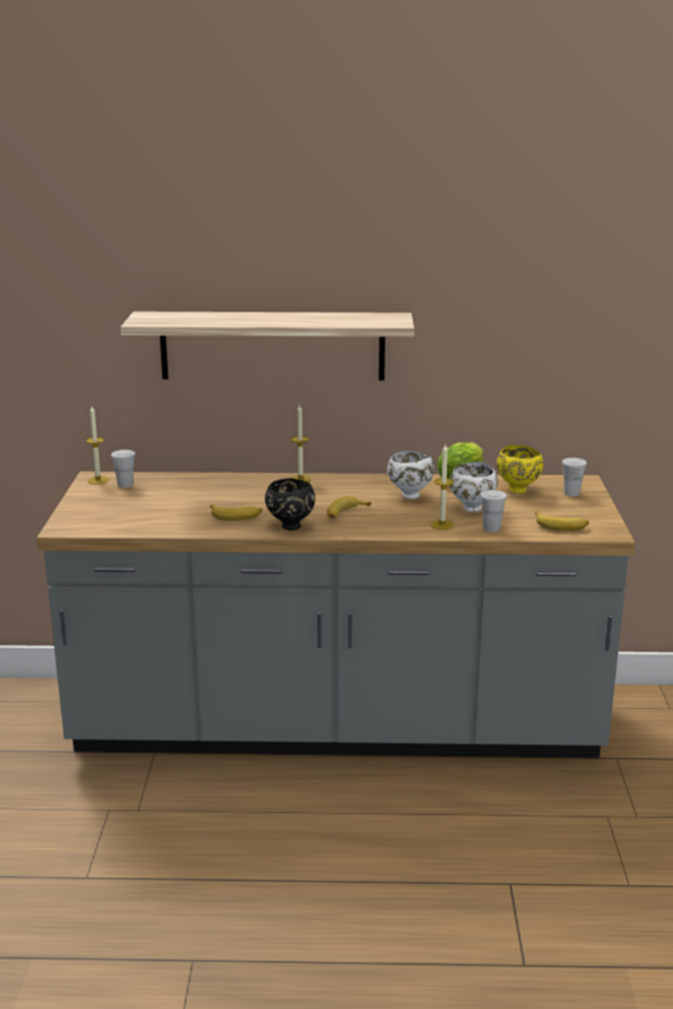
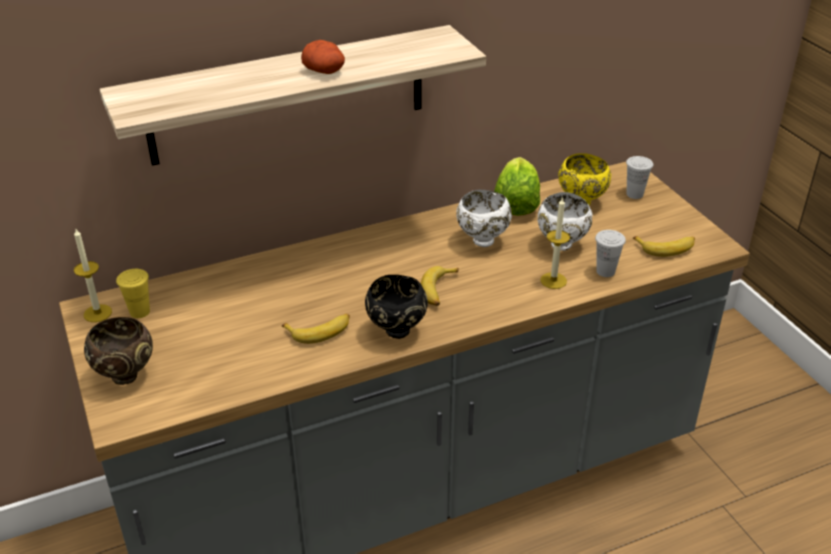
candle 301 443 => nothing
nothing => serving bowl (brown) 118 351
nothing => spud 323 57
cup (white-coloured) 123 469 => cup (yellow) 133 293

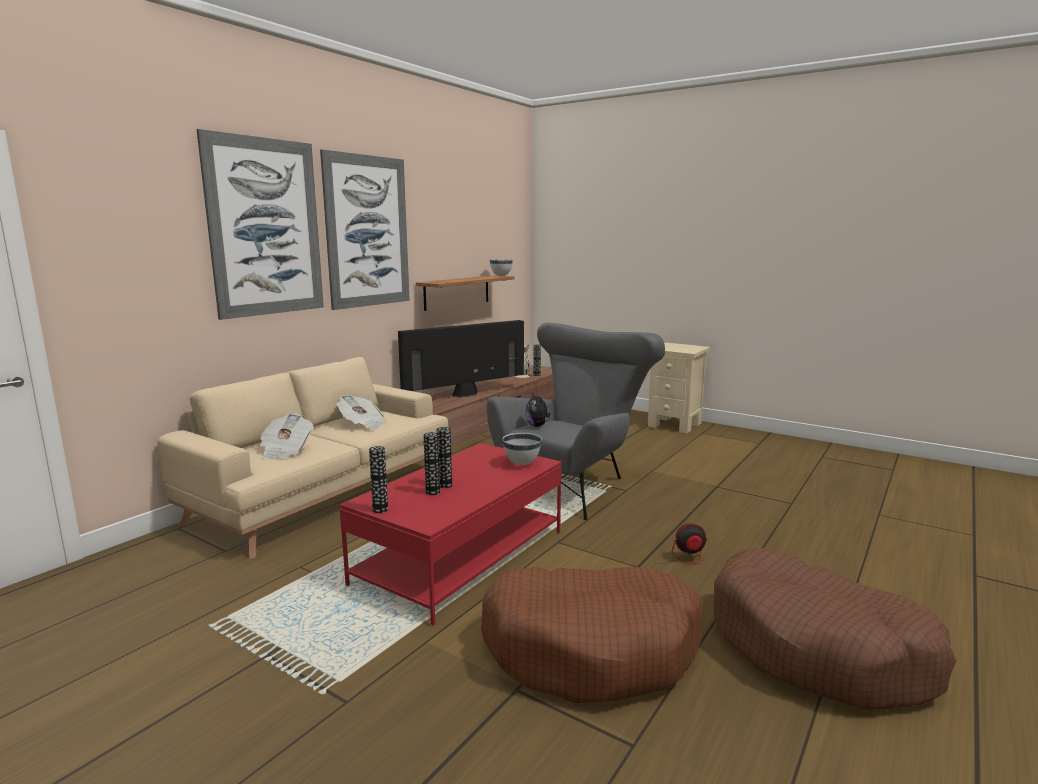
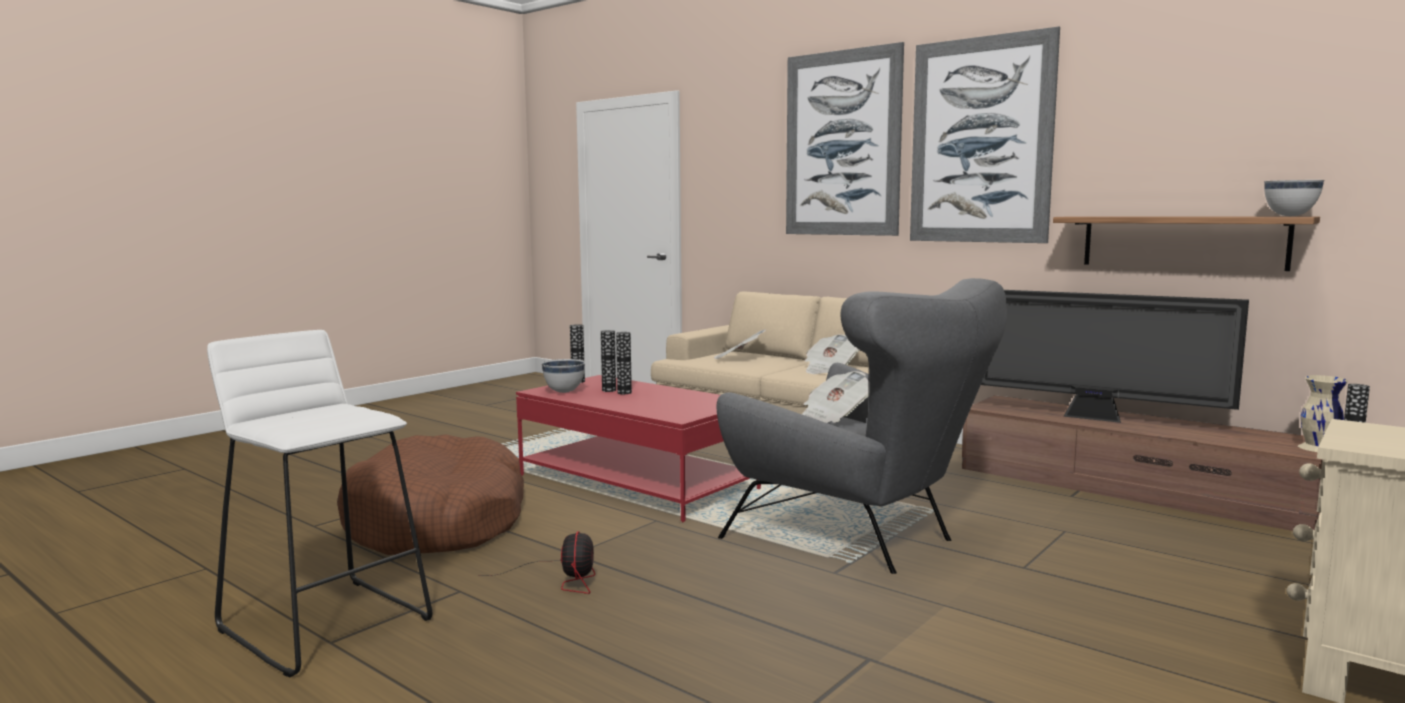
serving bowl (white-coloured) 522 449 => serving bowl (white-coloured) 563 376, relocated
cuddly toy 537 409 => newspaper 836 397
dog cushion (brown) 835 629 => sitting stool (white-coloured) 319 503
TV 461 359 => TV 1115 356, 150 degrees clockwise

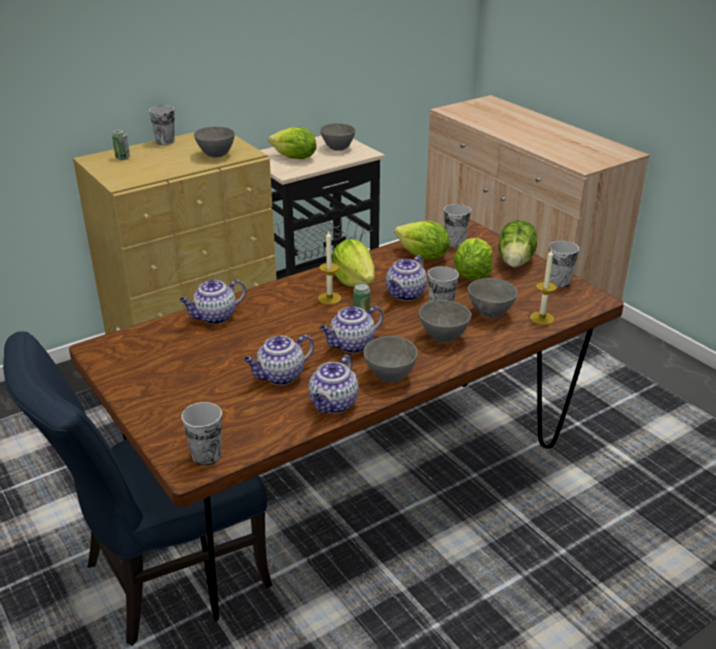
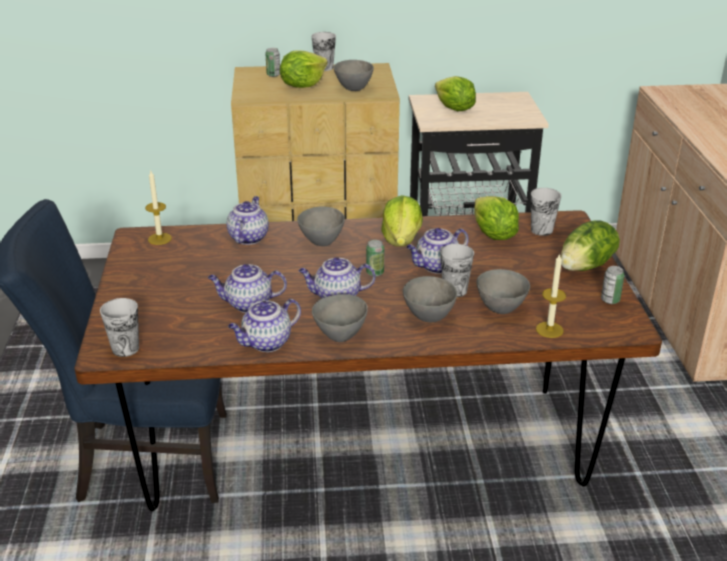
candle 330 267 => candle 158 208, relocated
serving bowl (greyish) 338 137 => serving bowl (greyish) 321 226, relocated
head of lettuce 473 259 => head of lettuce 304 69, relocated
cup 564 264 => sealed can 612 285
tea pot 212 302 => tea pot 247 220, 105 degrees clockwise

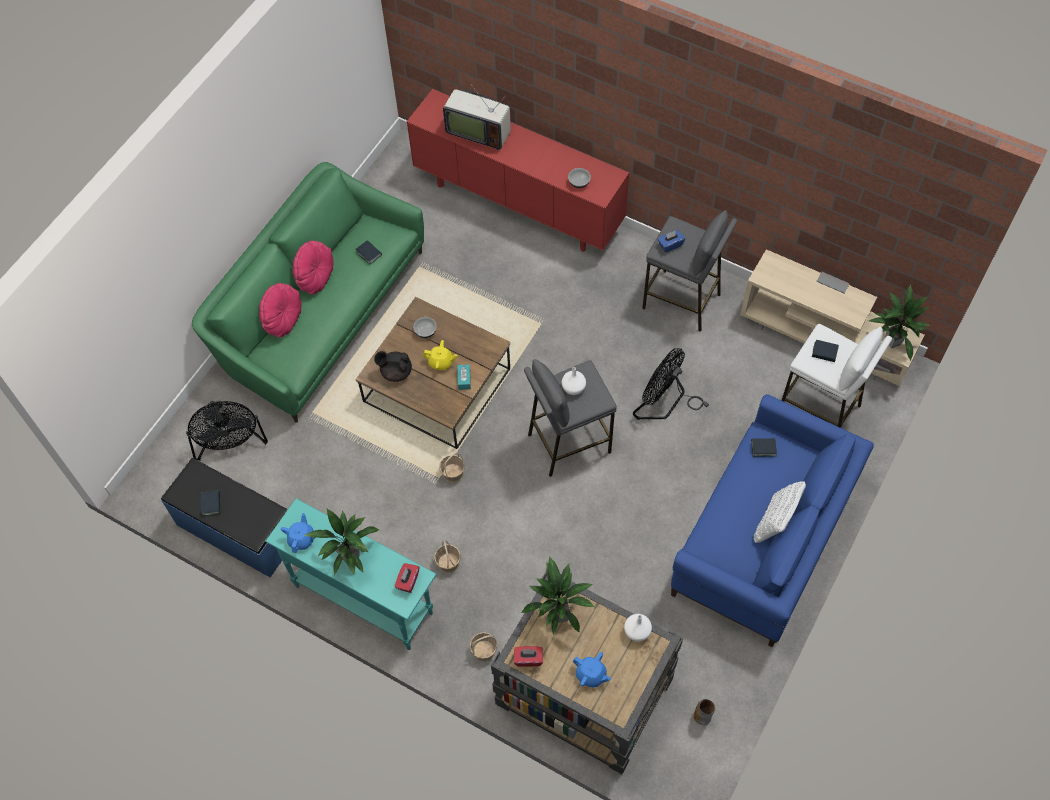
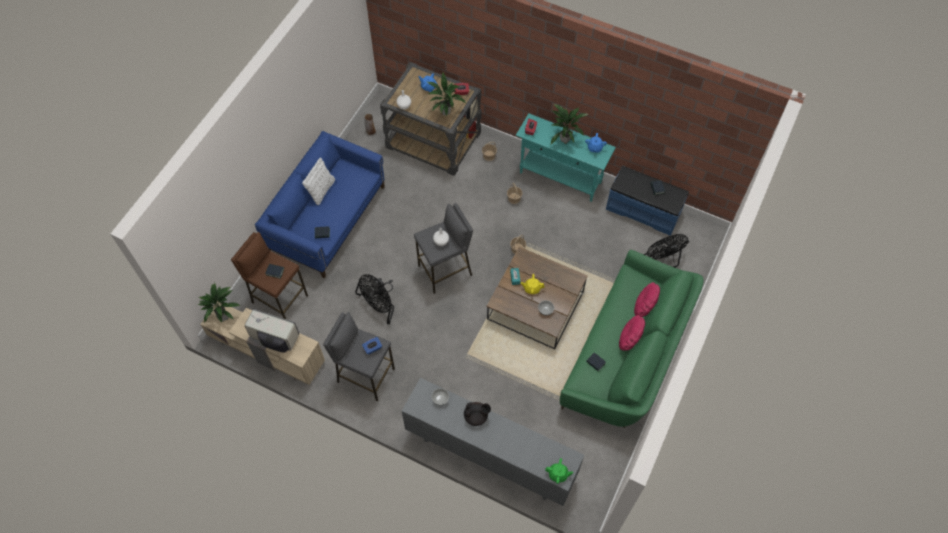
nothing => tea pot (greenish) 559 471
tea pot (black-coloured) 393 366 => tea pot (black-coloured) 477 414, relocated
TV 477 116 => TV 270 329, relocated
storage cabinet (red) 518 170 => storage cabinet (greyish) 493 442
sitting stool (white-coloured) 836 376 => sitting stool (brown) 269 275
cooling fan (black-coloured) 671 384 => cooling fan (black-coloured) 374 299, 105 degrees clockwise

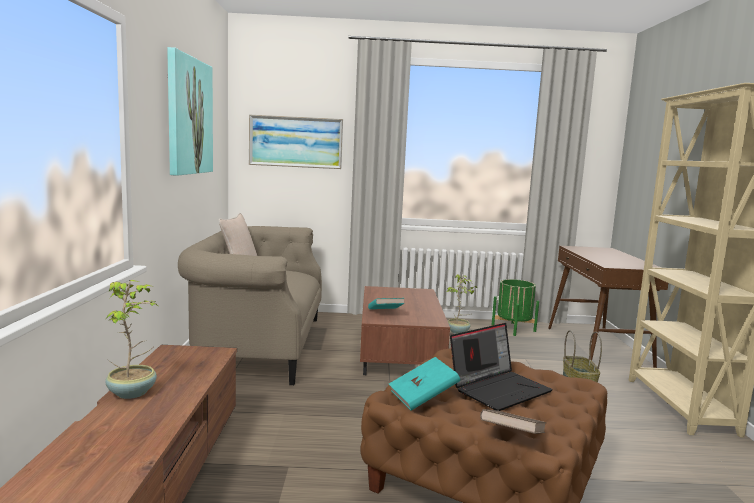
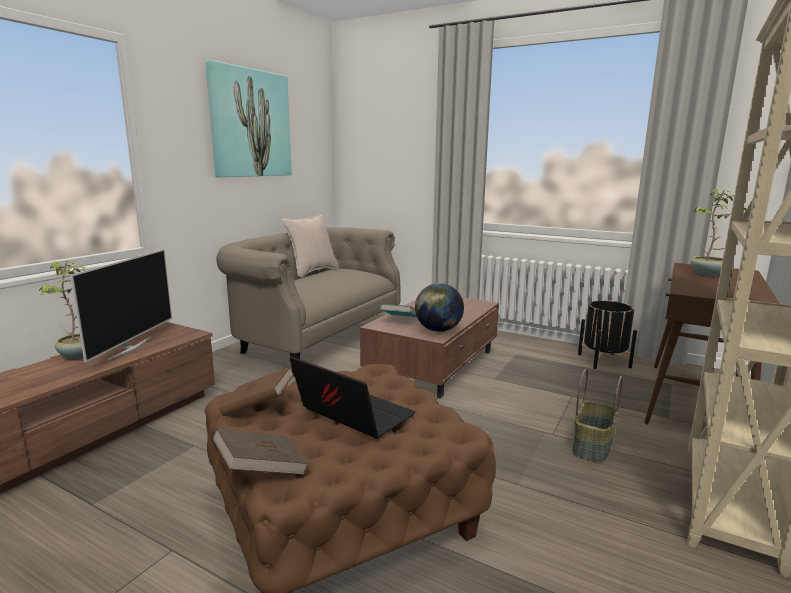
wall picture 296 141 => nothing
nothing => TV 121 306
nothing => globe 439 307
plant in a pot 462 304 => plant in a pot 718 232, relocated
volume (blue-green) 424 384 => volume (brown) 256 391
flower pot (greenish) 515 307 => flower pot (black-coloured) 607 334
notebook computer 501 367 => notebook computer 352 397, 135 degrees counterclockwise

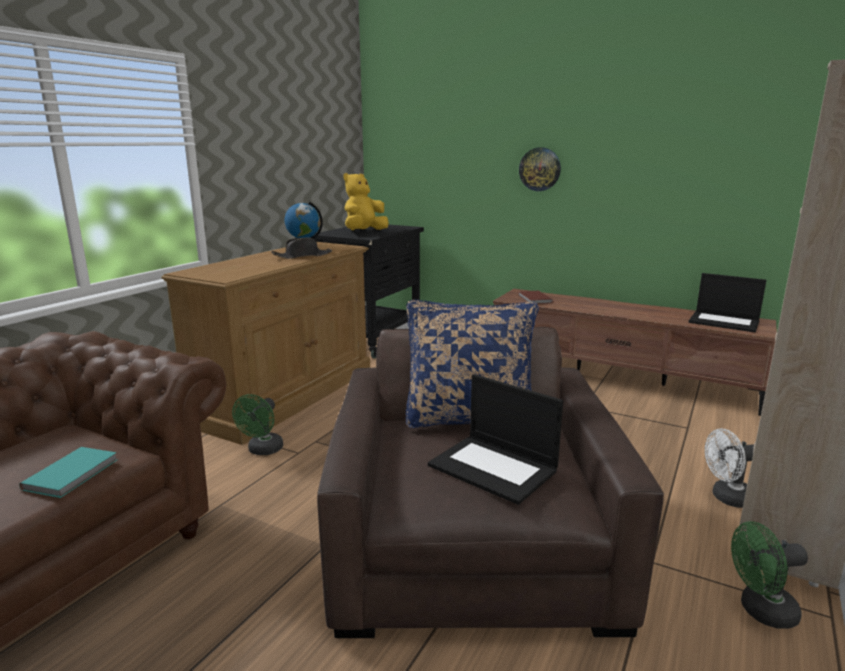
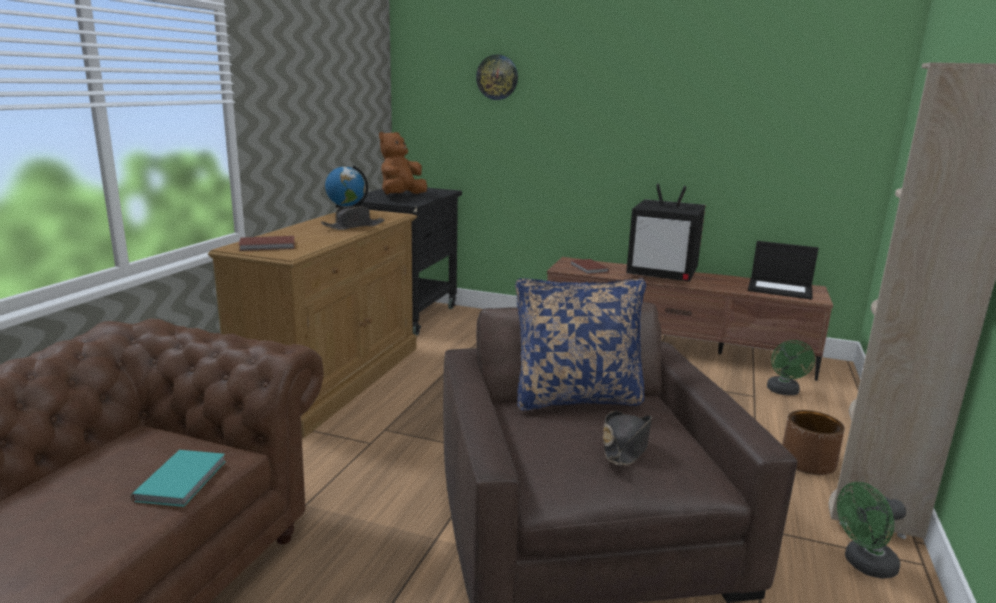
nothing => volume (brown) 267 243
nothing => TV 665 233
cooling fan (greenish) 257 424 => cooling fan (greenish) 791 367, relocated
wall clock 540 169 => wall clock 497 77, relocated
notebook computer 495 439 => clothing hat (black-coloured) 627 438
cooling fan (white-coloured) 729 468 => flower pot (brown) 813 442
cuddly toy (yellow) 366 201 => cuddly toy (brown) 403 163

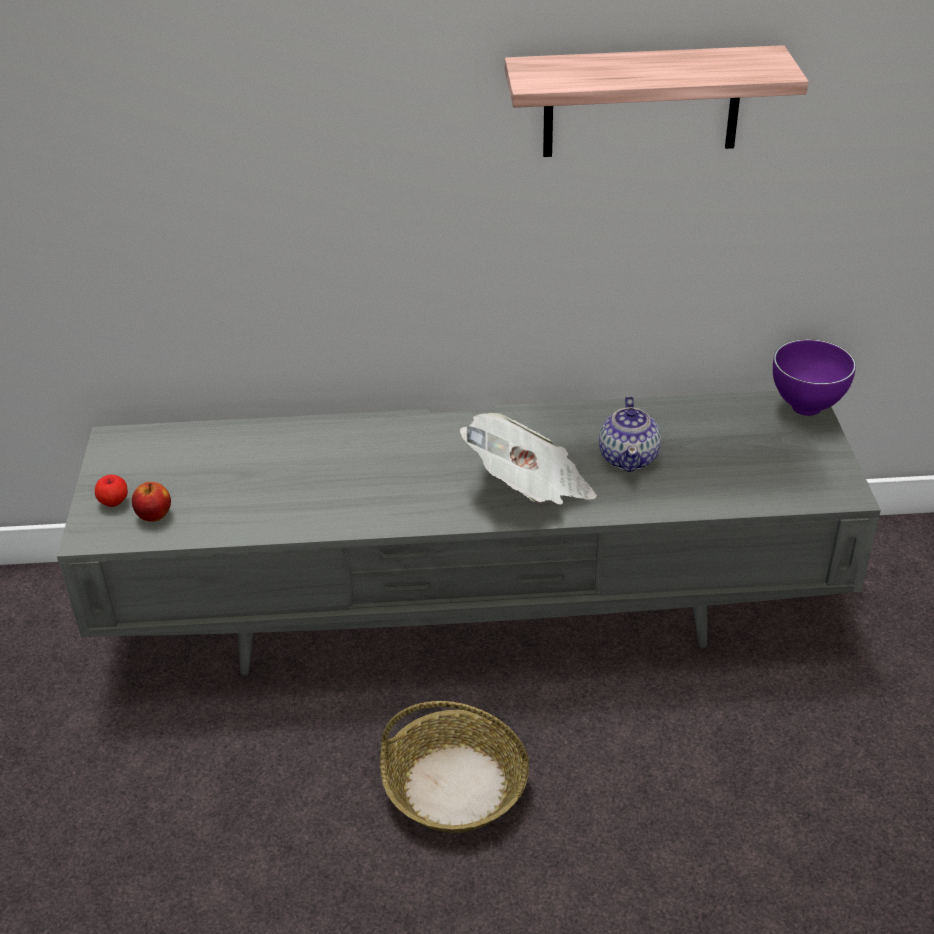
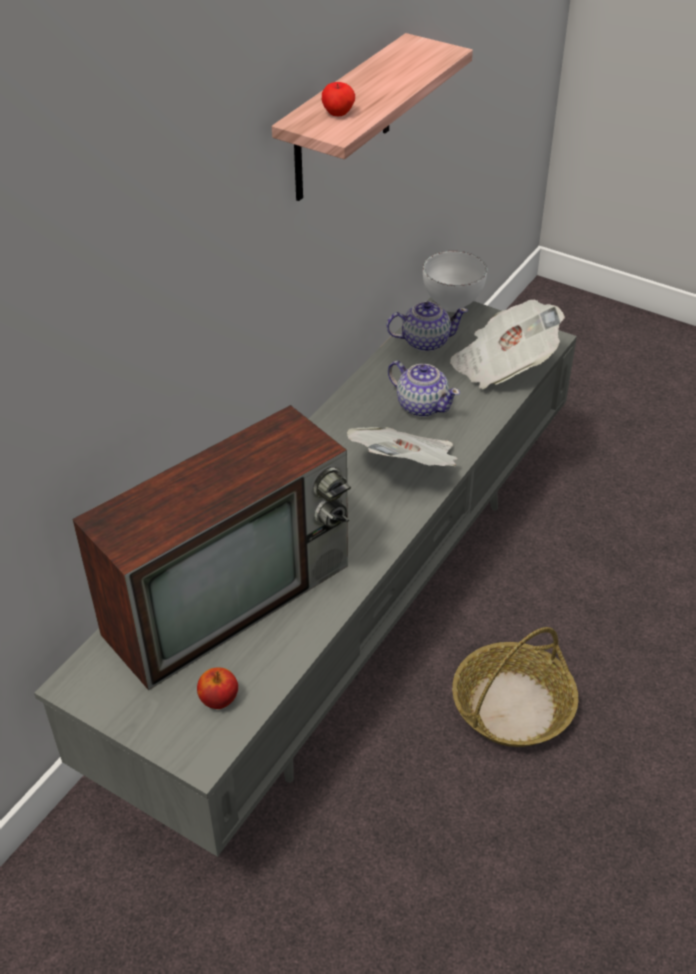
nothing => TV 211 547
nothing => tea pot 427 326
nothing => newspaper 507 344
apple 111 490 => apple 338 99, relocated
serving bowl (purple-coloured) 814 377 => serving bowl (white-coloured) 455 281

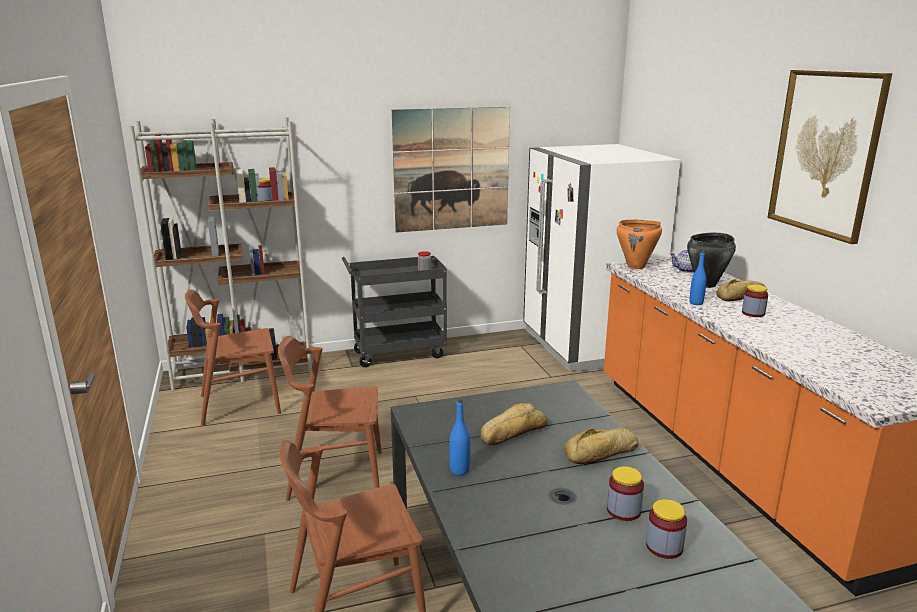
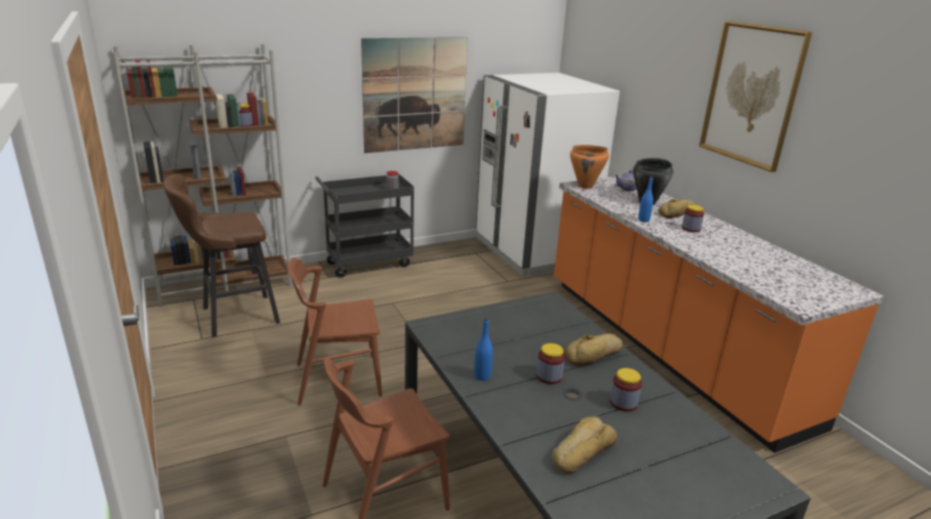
bakery bread 514 424 => bakery bread 584 445, relocated
preserve jar 666 529 => preserve jar 550 363, relocated
plain chair (brown) 233 357 => sitting stool (brown) 222 255

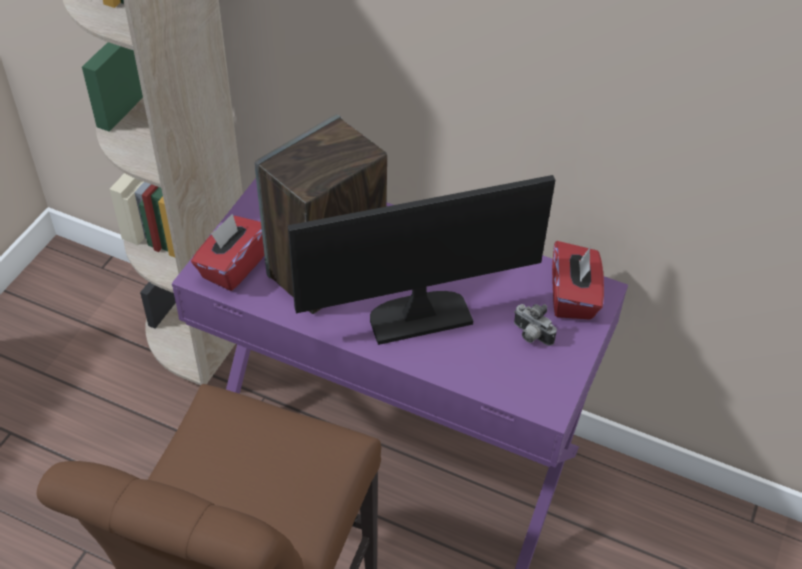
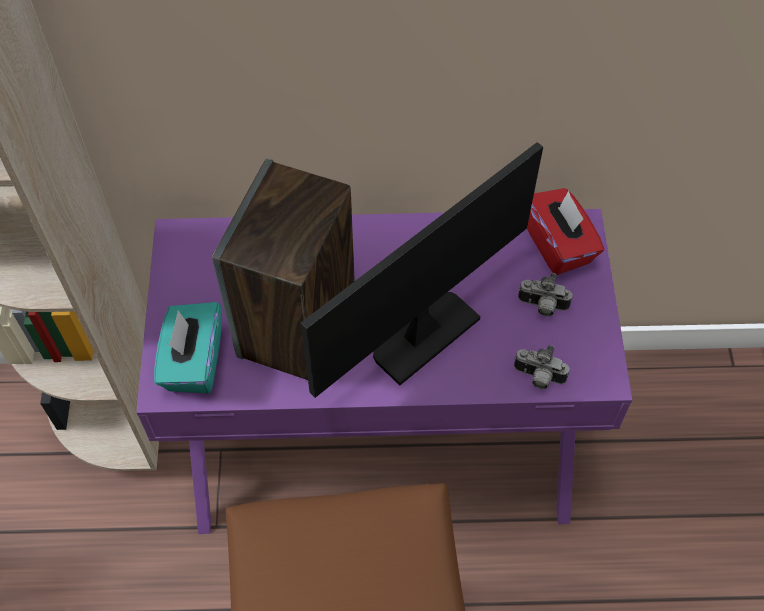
nothing => still camera 542 367
box of tissues (red) 227 252 => box of tissues (blue-green) 188 347

